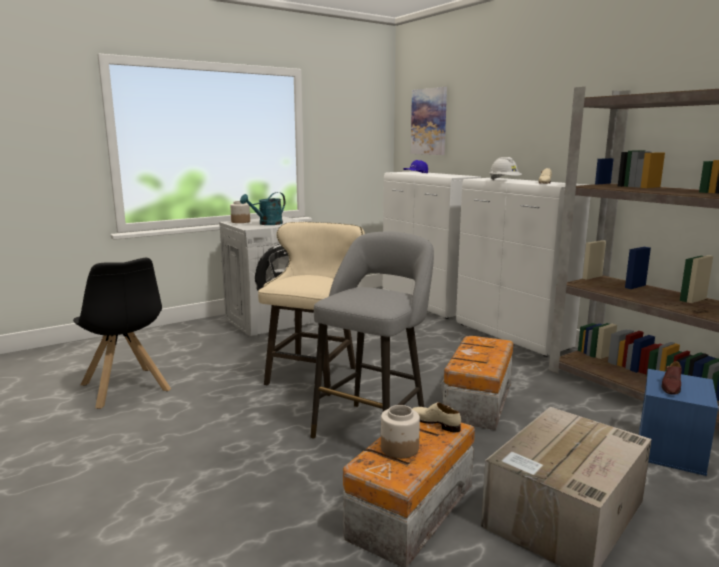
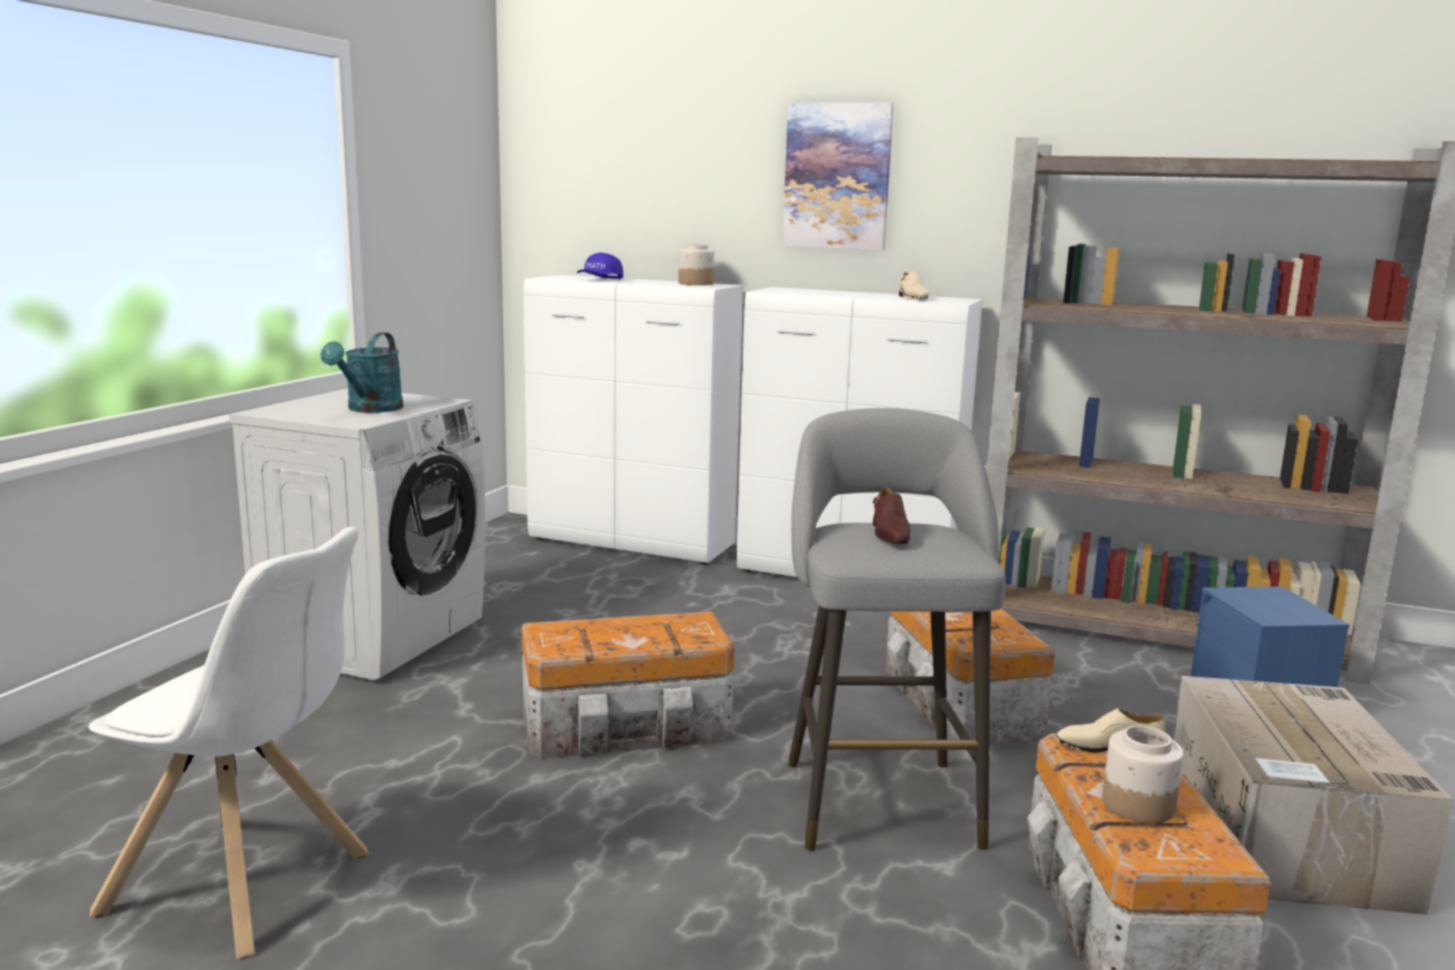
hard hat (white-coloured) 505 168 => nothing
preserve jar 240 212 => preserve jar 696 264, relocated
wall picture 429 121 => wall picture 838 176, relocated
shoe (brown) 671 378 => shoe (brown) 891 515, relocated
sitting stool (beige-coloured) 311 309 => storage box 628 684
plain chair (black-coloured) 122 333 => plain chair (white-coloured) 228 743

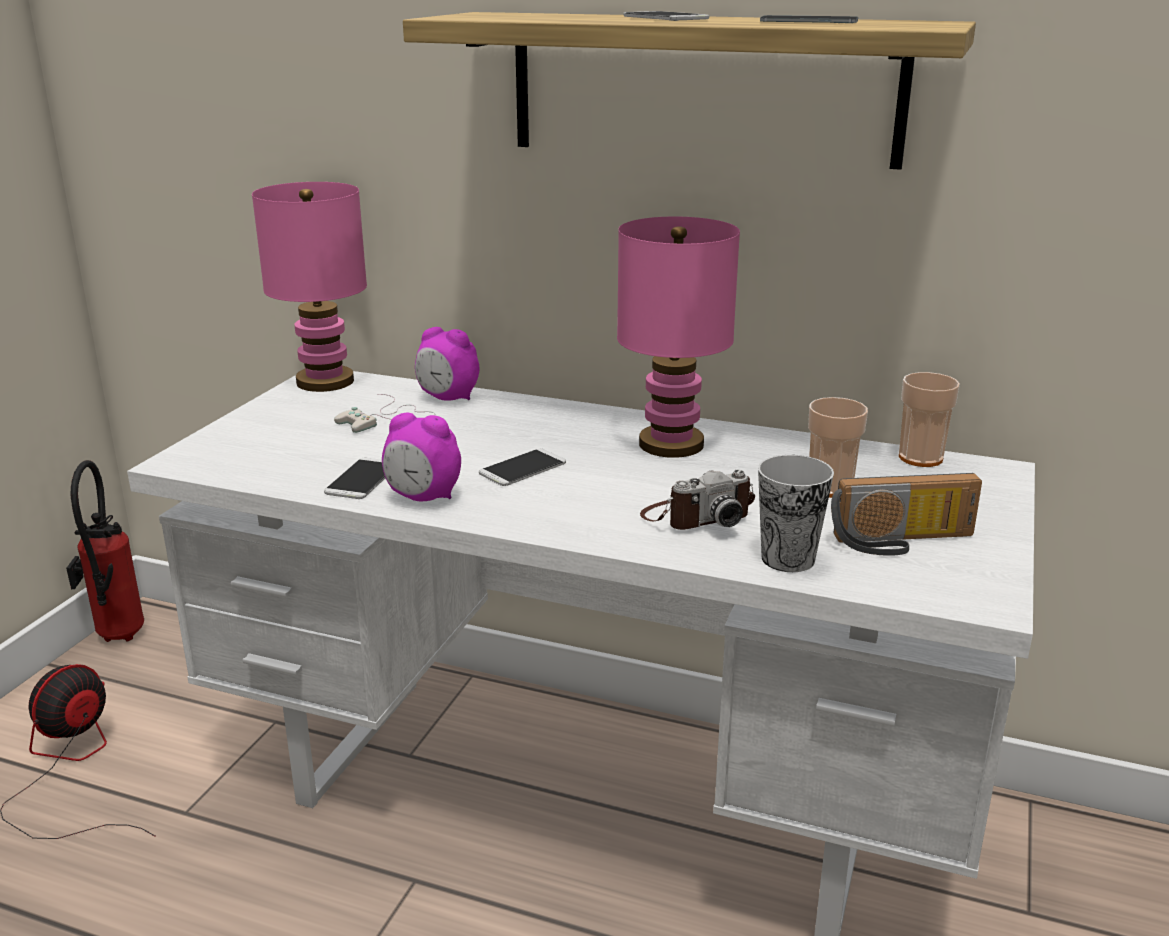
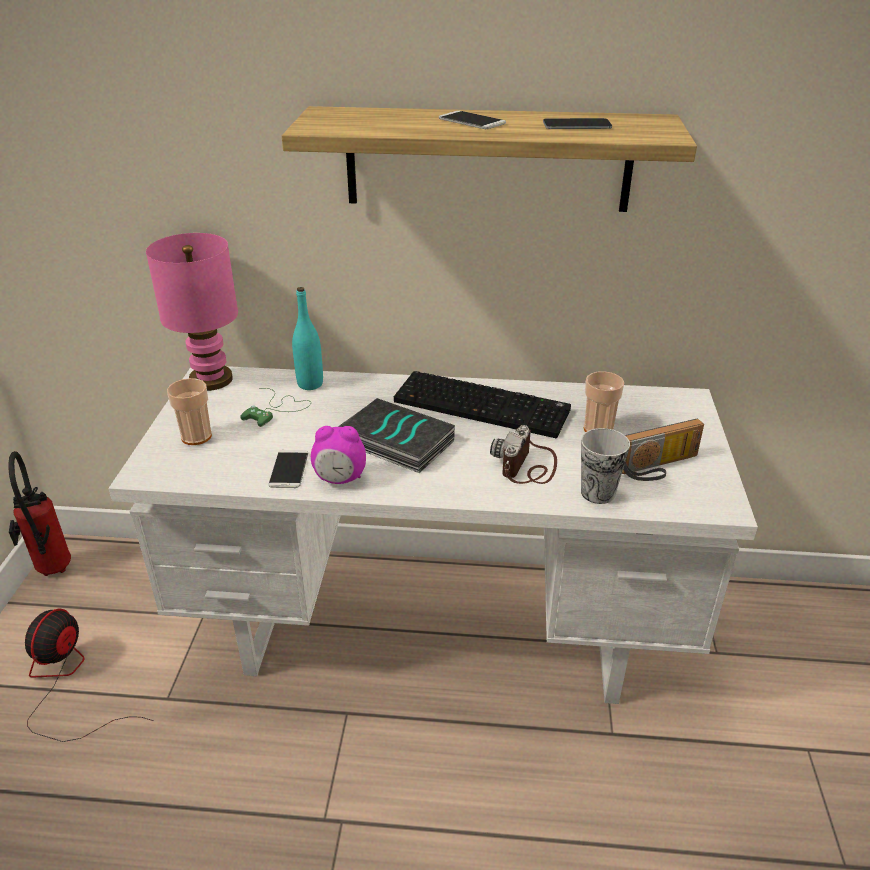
cup 929 419 => cup 189 411, relocated
bedside clock 447 364 => bottle (blue-green) 307 338
telephone 522 467 => volume 396 435
tabletop lamp (pink-coloured) 678 337 => PC keyboard 482 404
game controller (white-coloured) 384 413 => game controller (greenish) 275 407
still camera 697 500 => still camera 523 454, 150 degrees clockwise

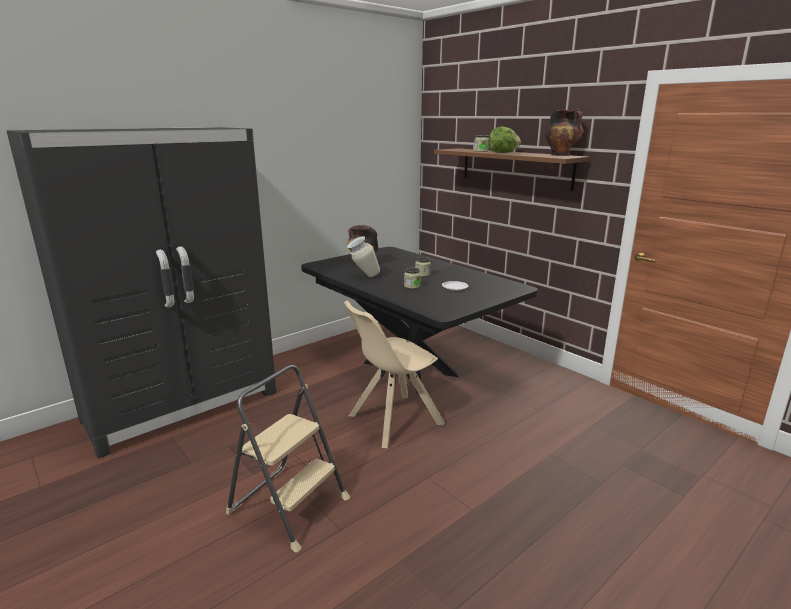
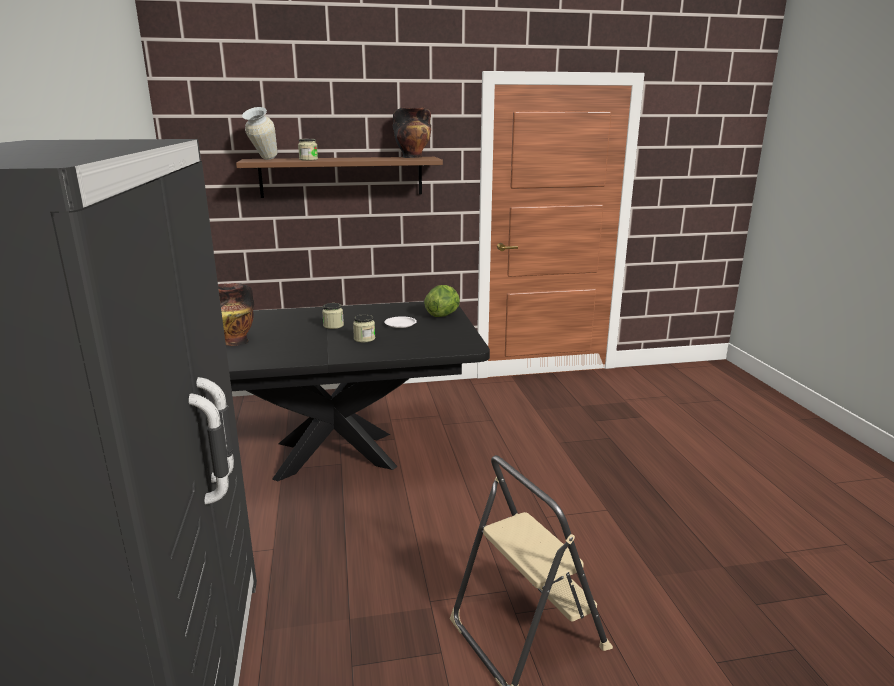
plain chair (beige-coloured) 394 374 => nothing
flower vase 363 256 => flower vase 260 133, relocated
head of lettuce 504 140 => head of lettuce 442 301, relocated

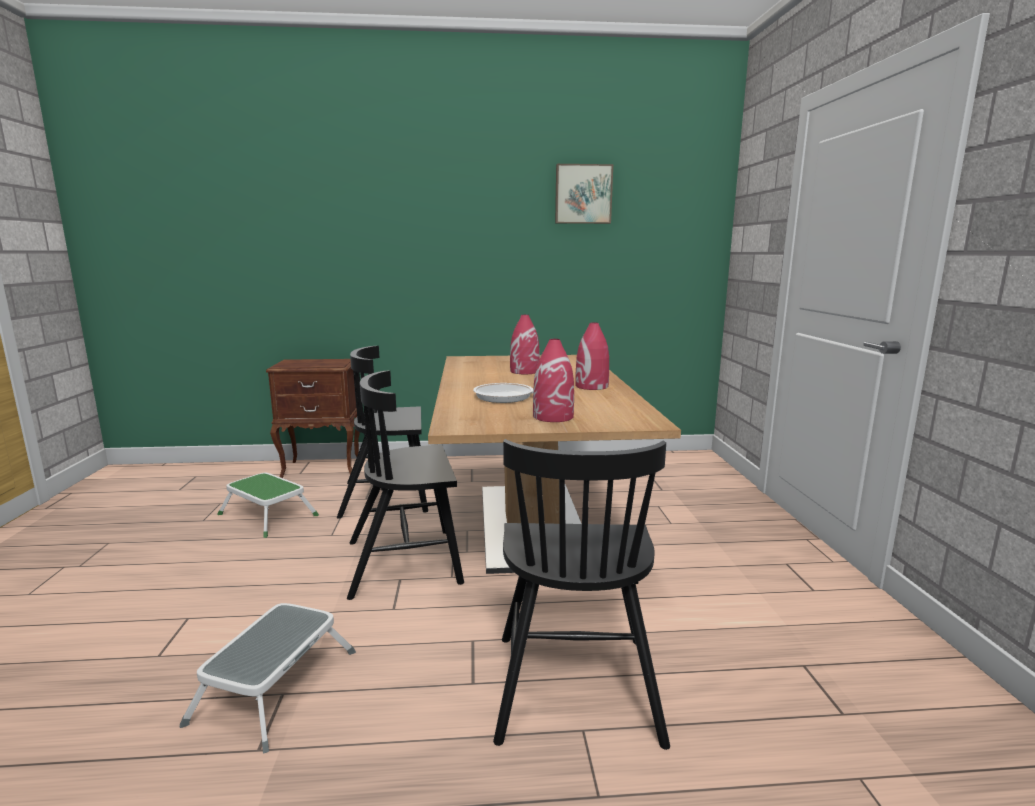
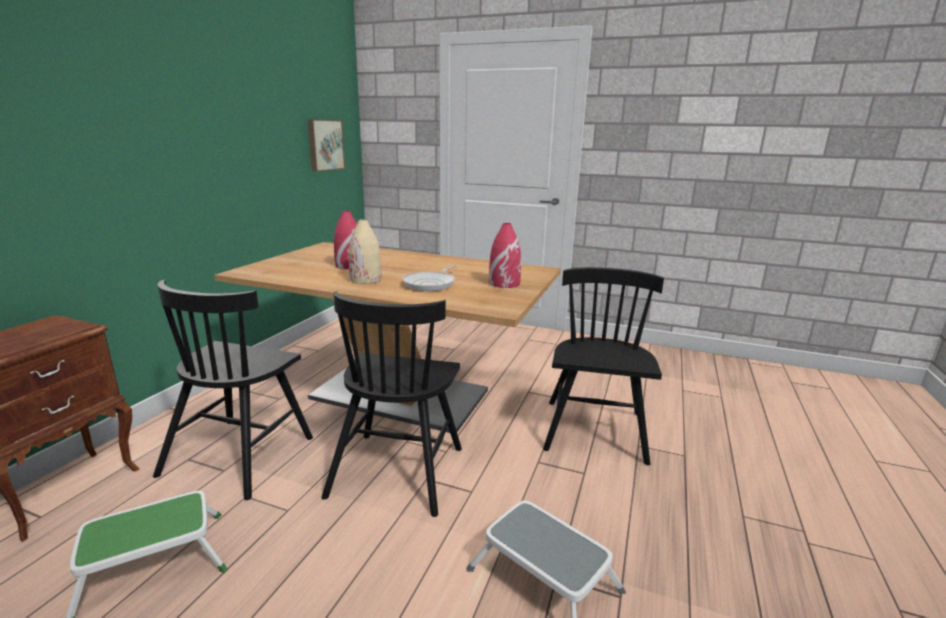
flower vase (red) 592 356 => nothing
nothing => flower vase (beige-coloured) 365 251
wall picture 584 194 => wall picture 326 145, relocated
plain chair (black-coloured) 581 594 => plain chair (black-coloured) 603 366, 105 degrees counterclockwise

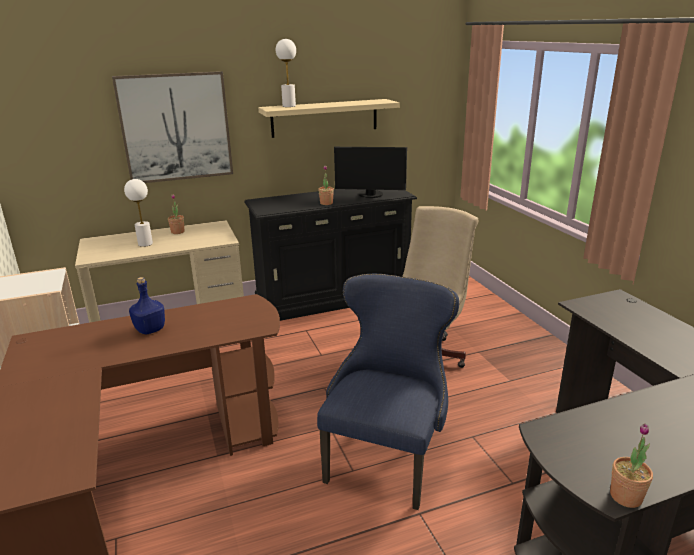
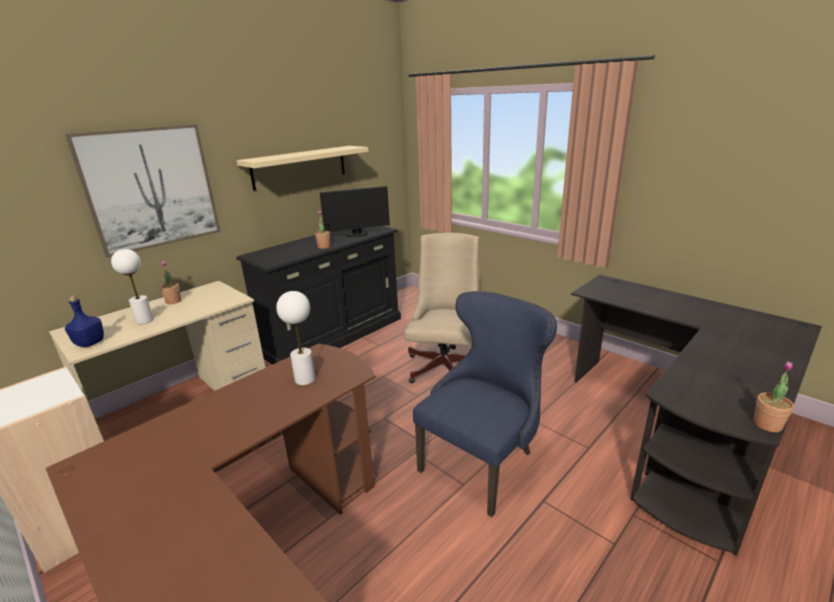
bottle (blue) 147 305 => bottle (blue) 84 321, relocated
tabletop lamp (white-coloured) 286 73 => tabletop lamp (white-coloured) 295 338, relocated
plain chair (blue) 388 392 => plain chair (blue) 485 404, 45 degrees clockwise

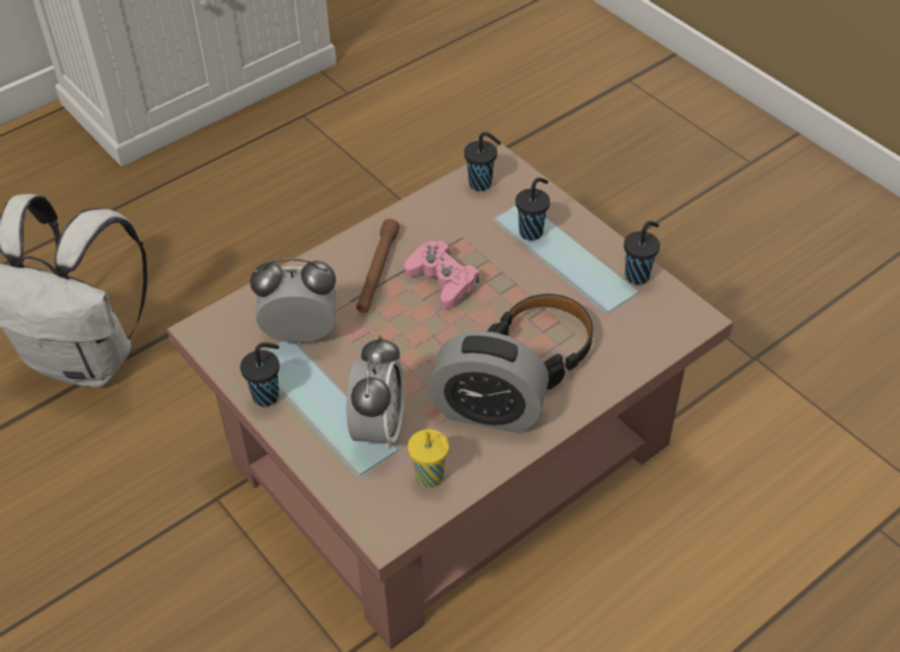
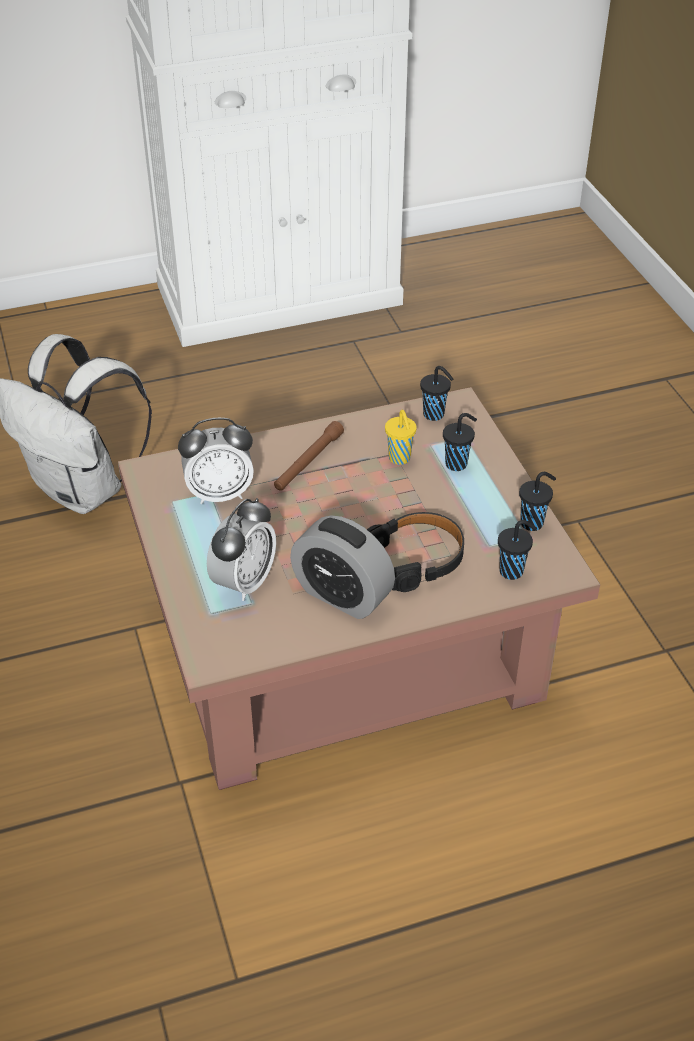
game controller (pink-coloured) 442 275 => nothing
cup (black-coloured) 260 374 => cup (black-coloured) 517 550, relocated
cup (yellow) 428 458 => cup (yellow) 401 437, relocated
bedside clock 293 301 => bedside clock 216 461, 150 degrees clockwise

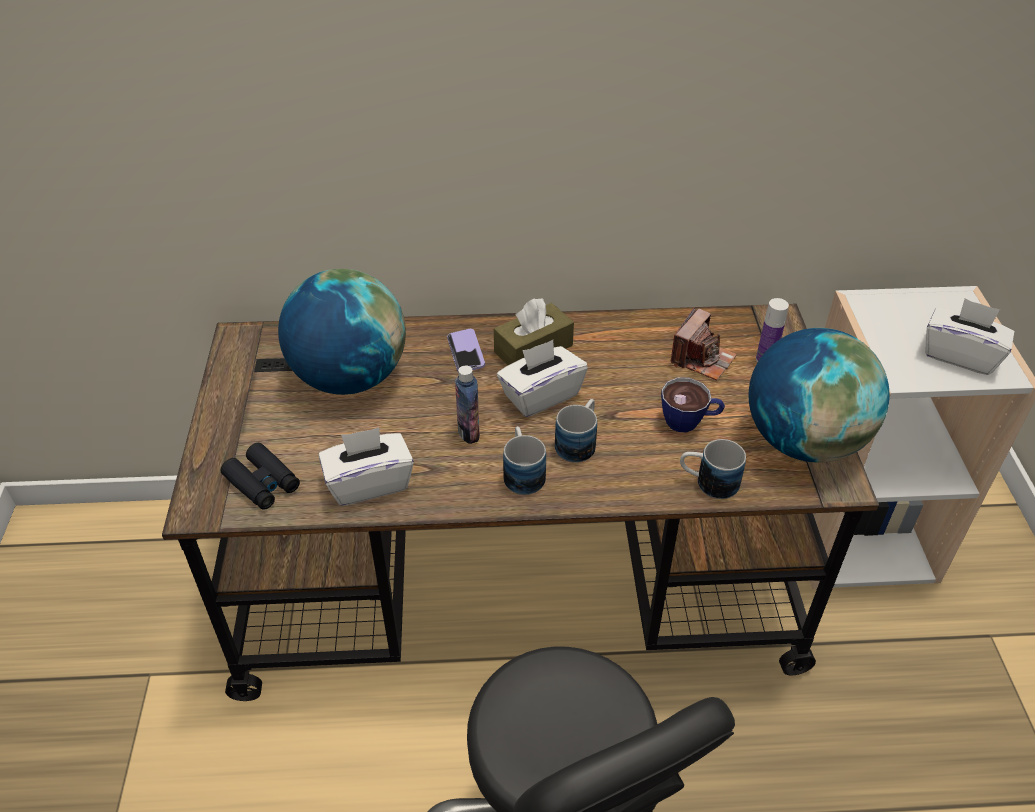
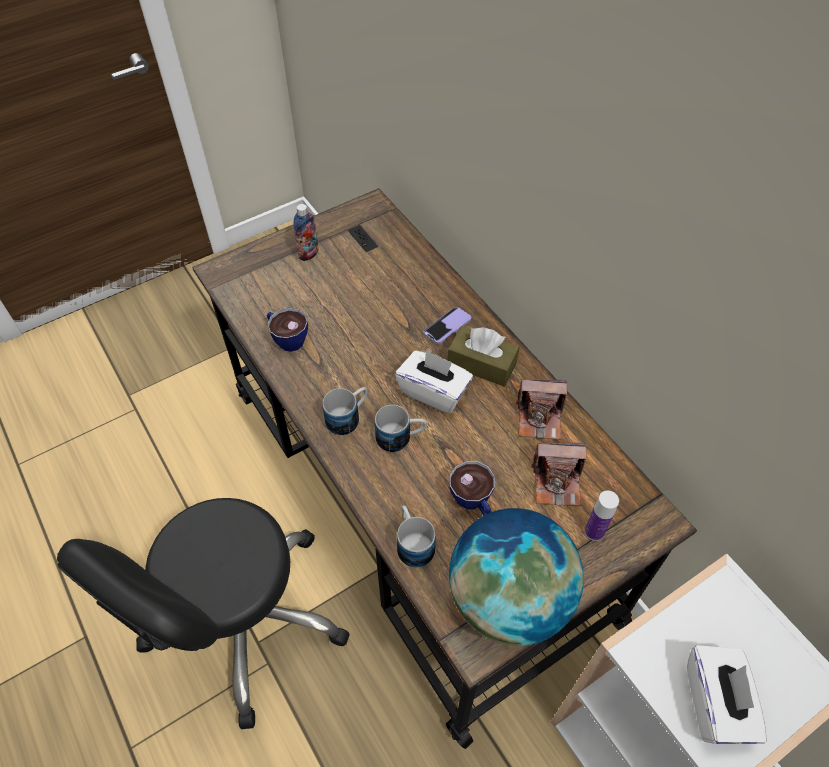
field glasses (black-coloured) 260 476 => nothing
globe 342 332 => nothing
nothing => still camera 541 409
bottle 467 405 => bottle 306 232, relocated
box of tissues (white-coloured) 366 466 => cup 287 330

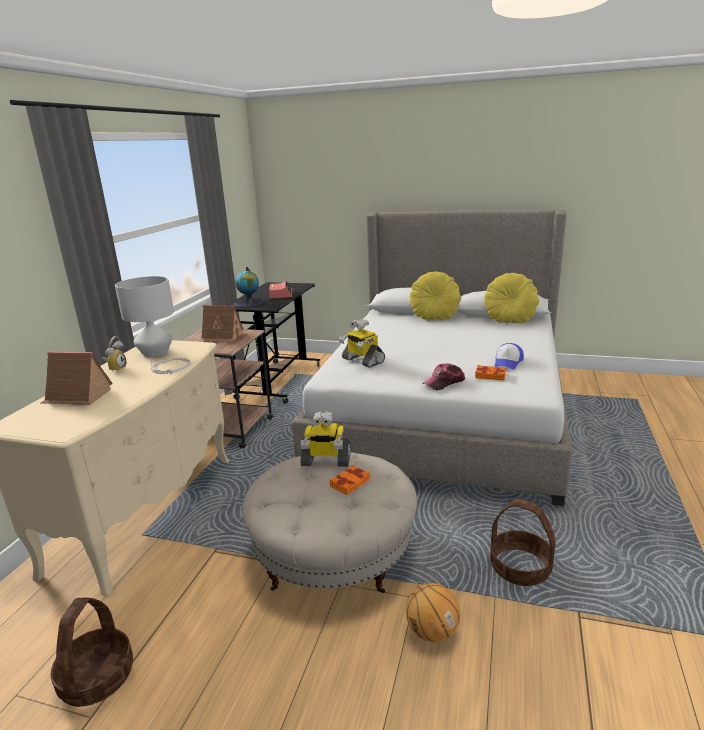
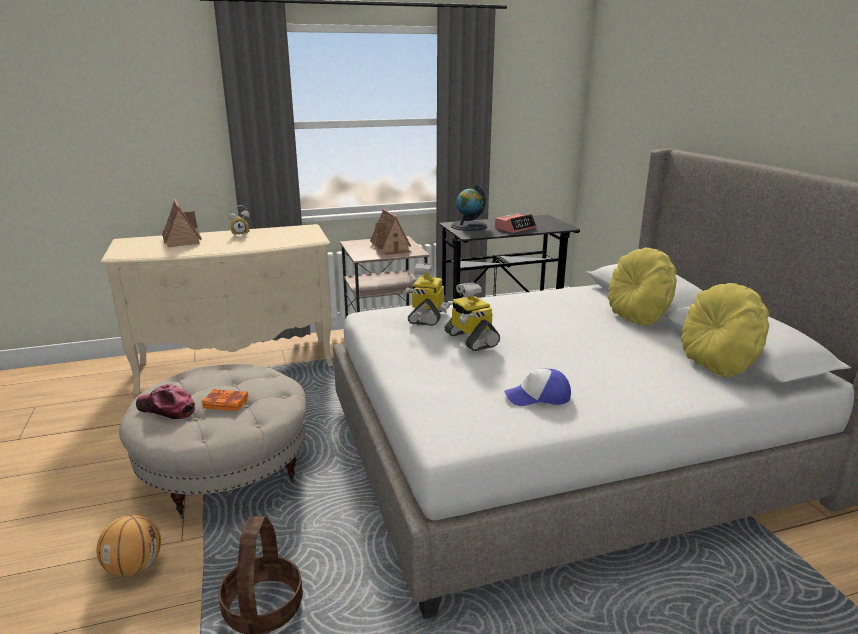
household basket 91 652 => nothing
tabletop lamp (white-coloured) 153 325 => nothing
volume (orangey) 490 372 => nothing
robot figure 325 439 => robot figure 470 316, relocated
cap 443 376 => cap 165 401, relocated

